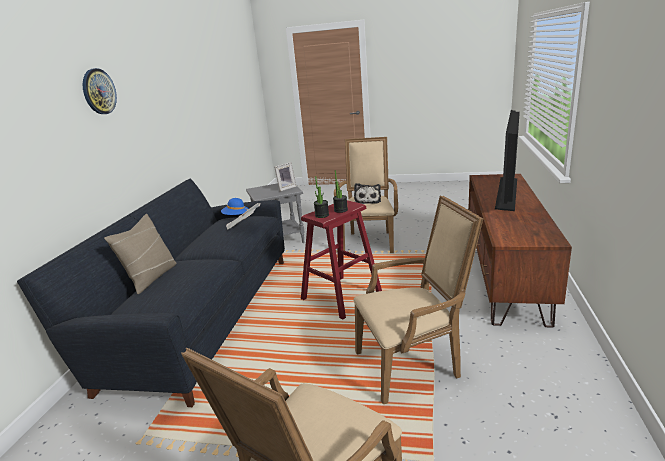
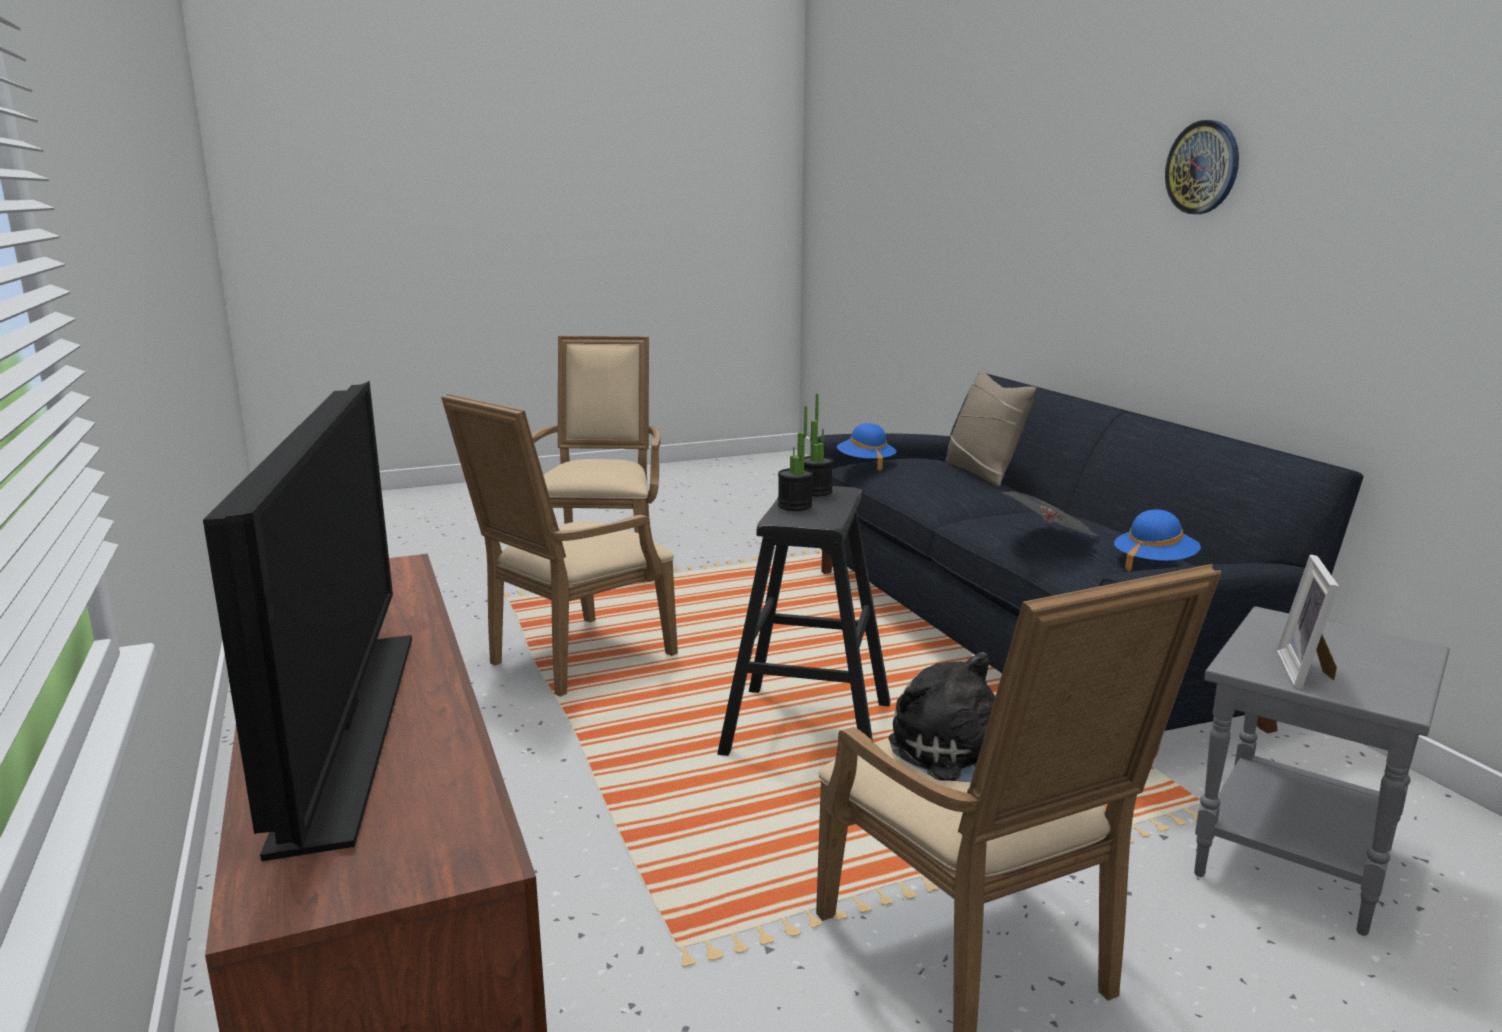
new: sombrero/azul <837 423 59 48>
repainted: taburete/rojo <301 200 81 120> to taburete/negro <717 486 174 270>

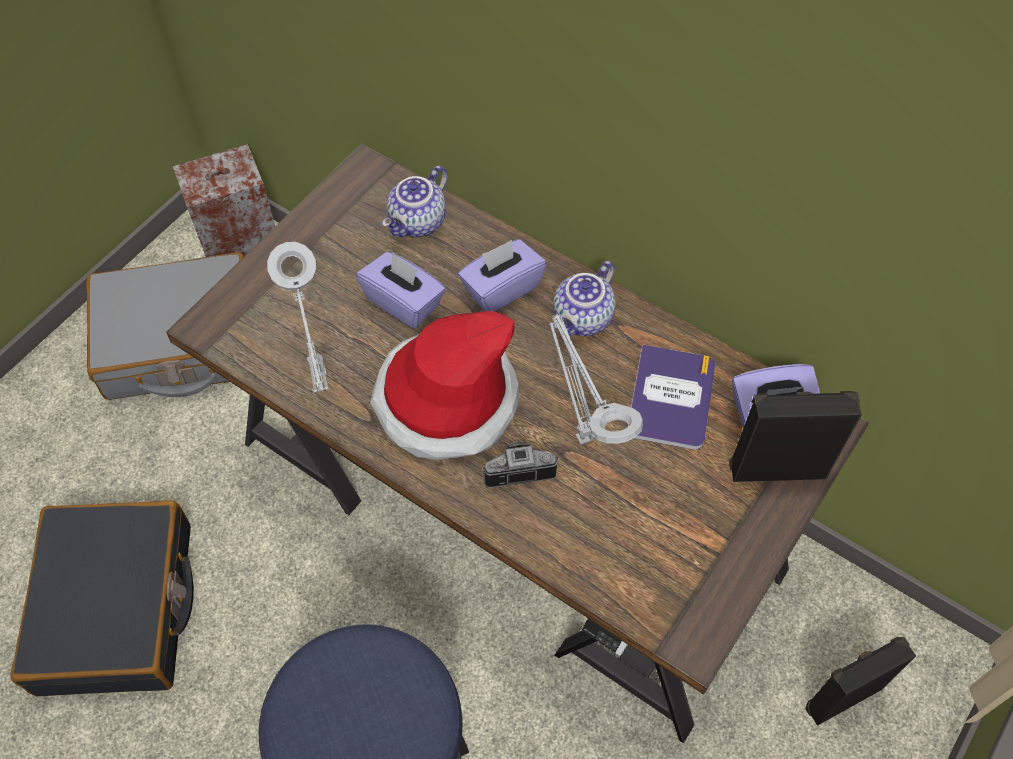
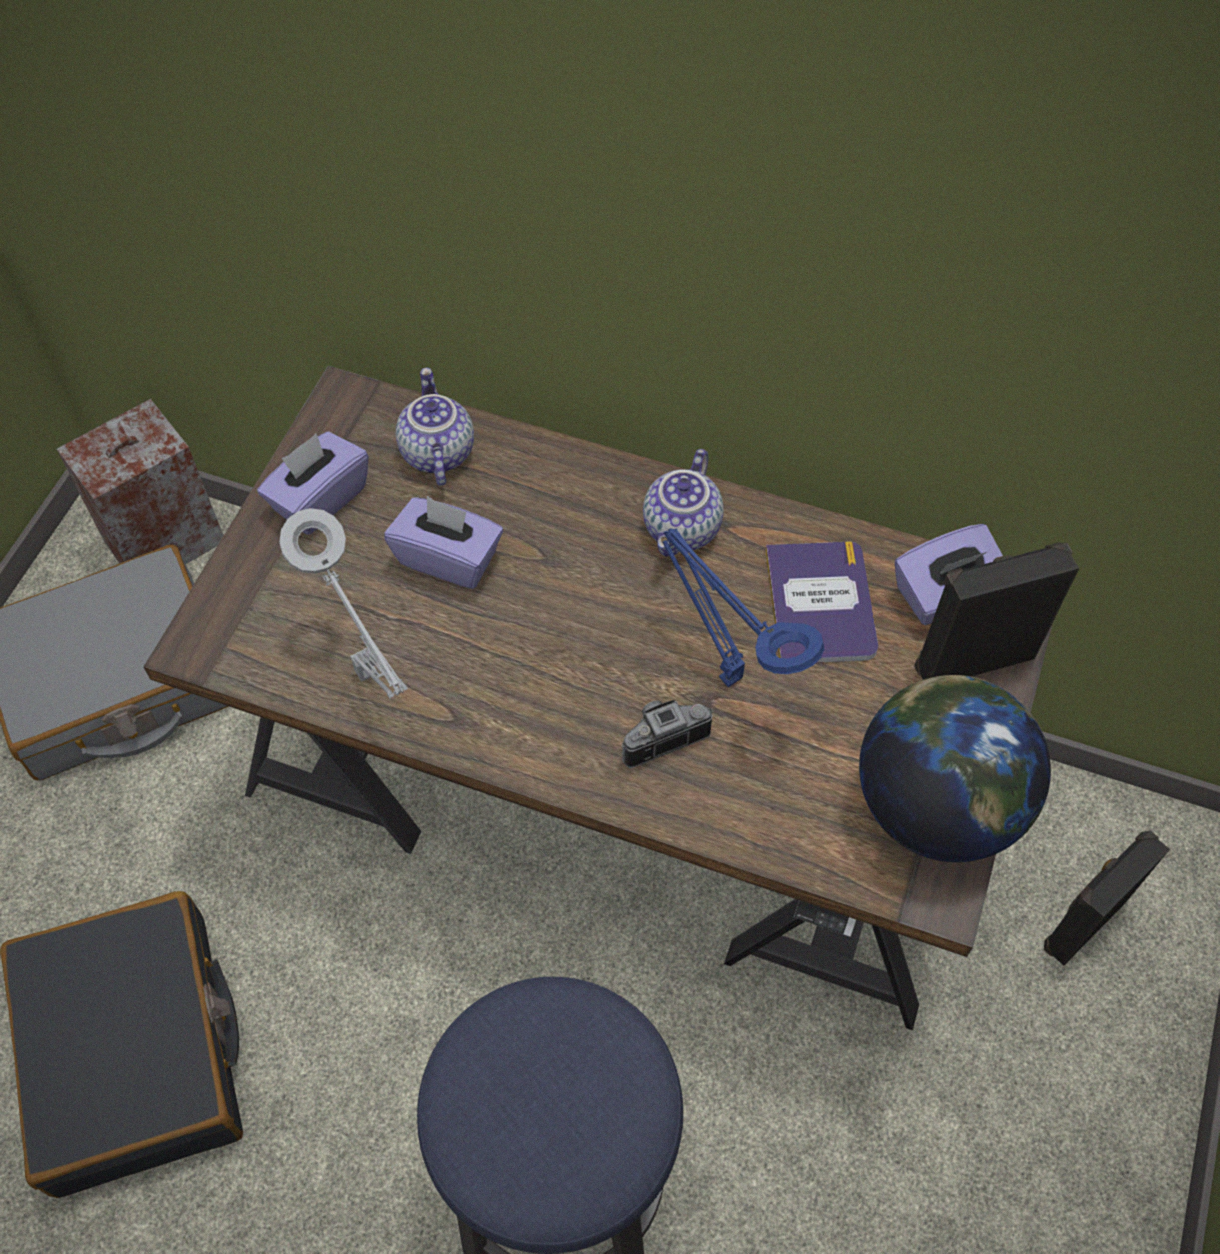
gone: sombrero <370 311 149 149>
new: globo terráqueo <859 675 192 187>
shifted: caja de pañuelos/morado <458 239 88 73> to <257 431 112 104>
repainted: lámpara de mesa/gris <549 314 94 131> to lámpara de mesa/azul <662 529 162 158>
rotated: tetera <382 166 66 71> = <396 368 78 118> 150 degrees clockwise

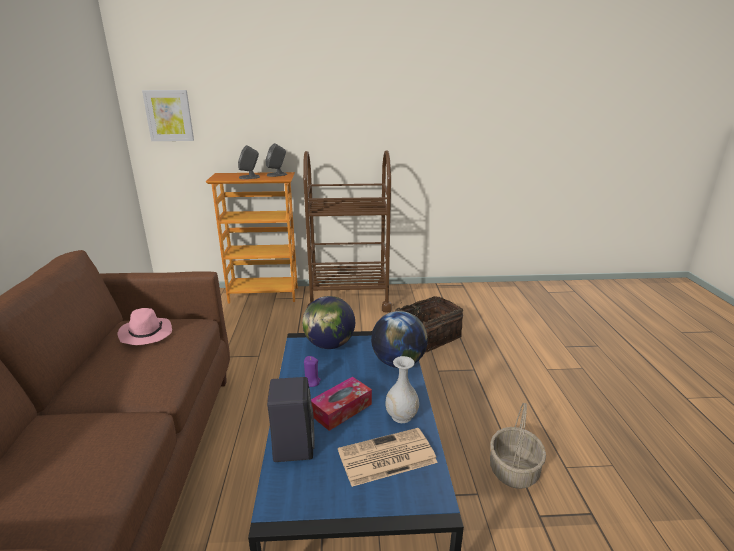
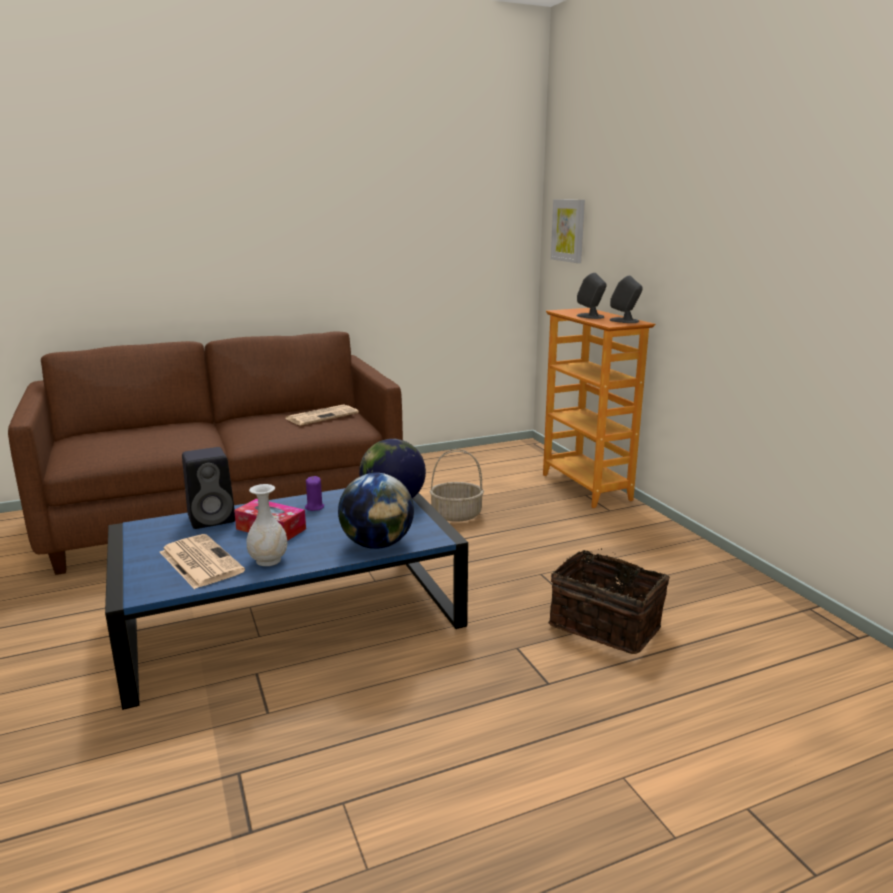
gone: carrito/marrón <303 150 89 163>
shifted: cesta <490 403 56 86> to <430 449 54 73>
swapped: sombrero/rosa <118 308 54 37> to periódico <285 404 74 21>

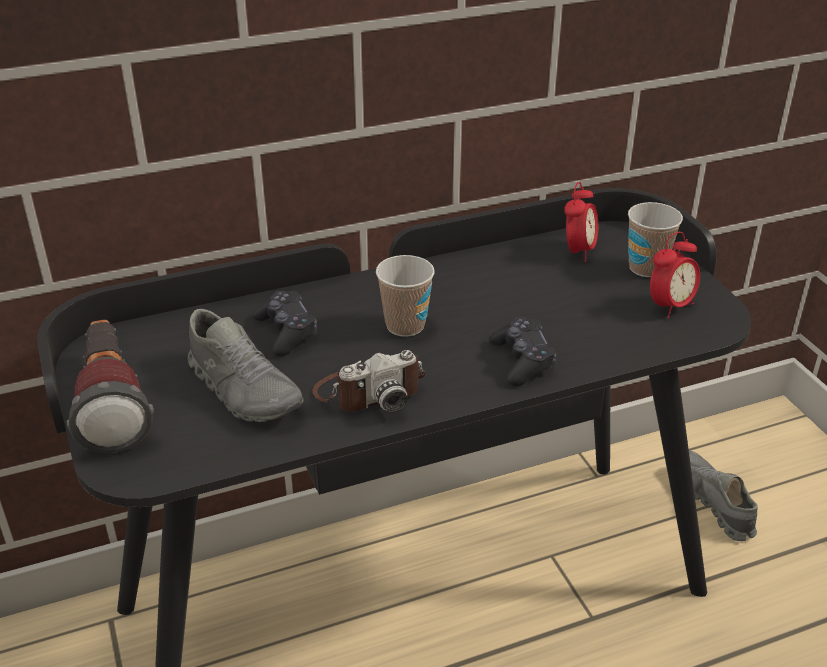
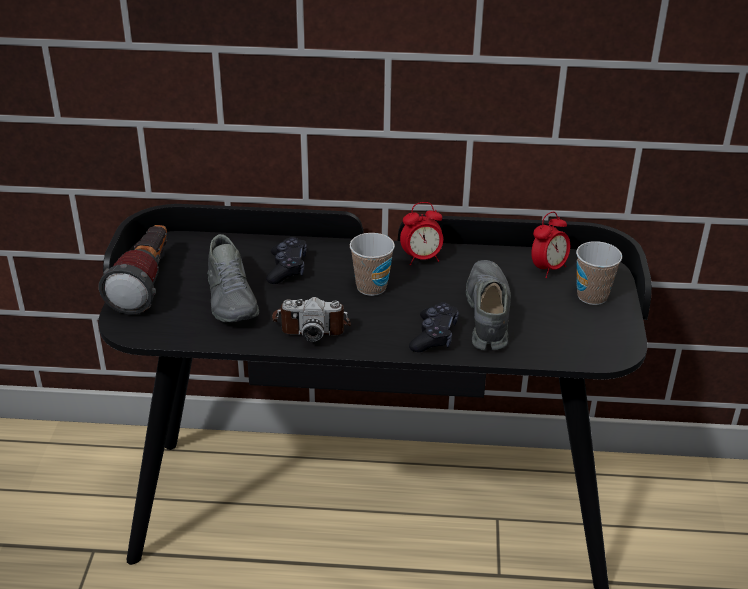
shifted: despertador <650 232 50 86> to <400 202 43 63>; zapato/gris <689 451 69 90> to <466 260 45 90>

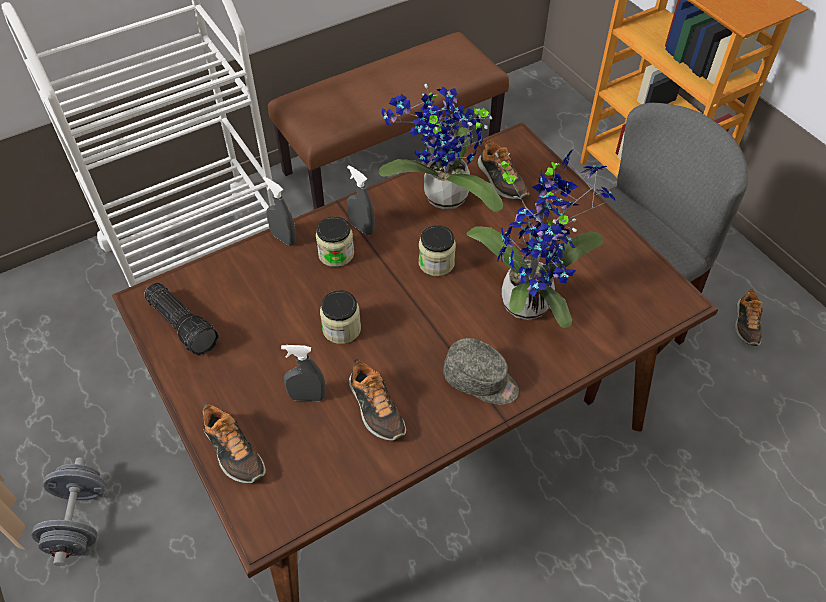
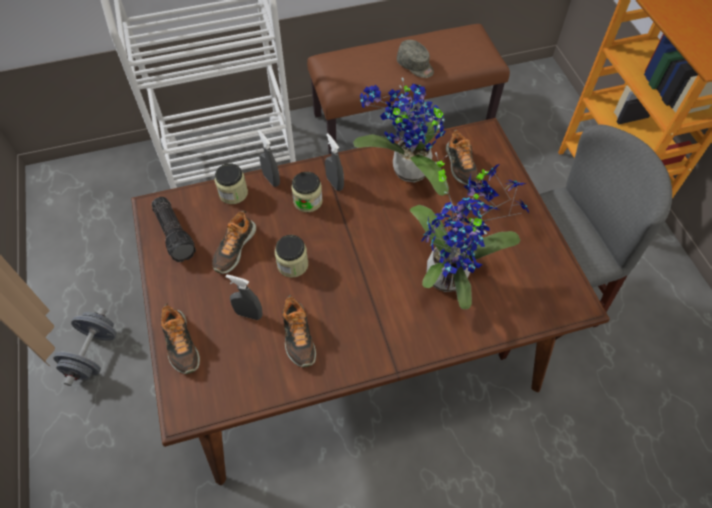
shifted: tarro <419 225 37 51> to <215 163 33 41>; zapato <735 289 28 57> to <213 211 43 63>; gorra/gris <443 338 76 67> to <397 40 37 38>

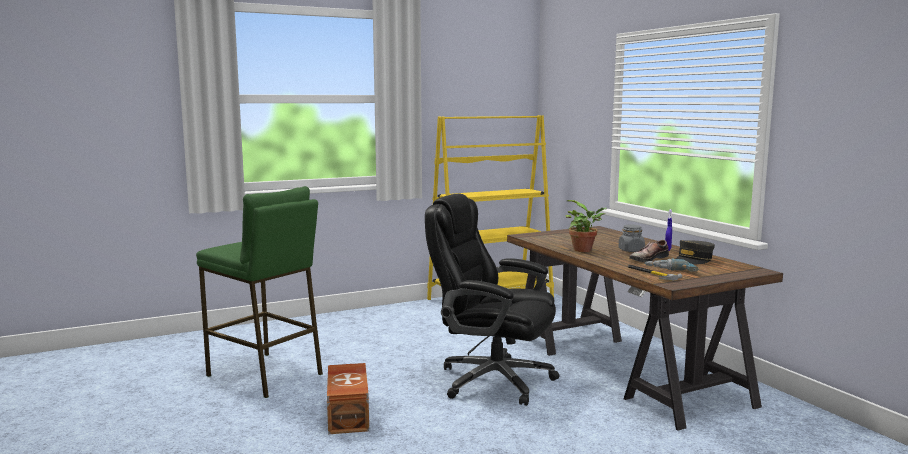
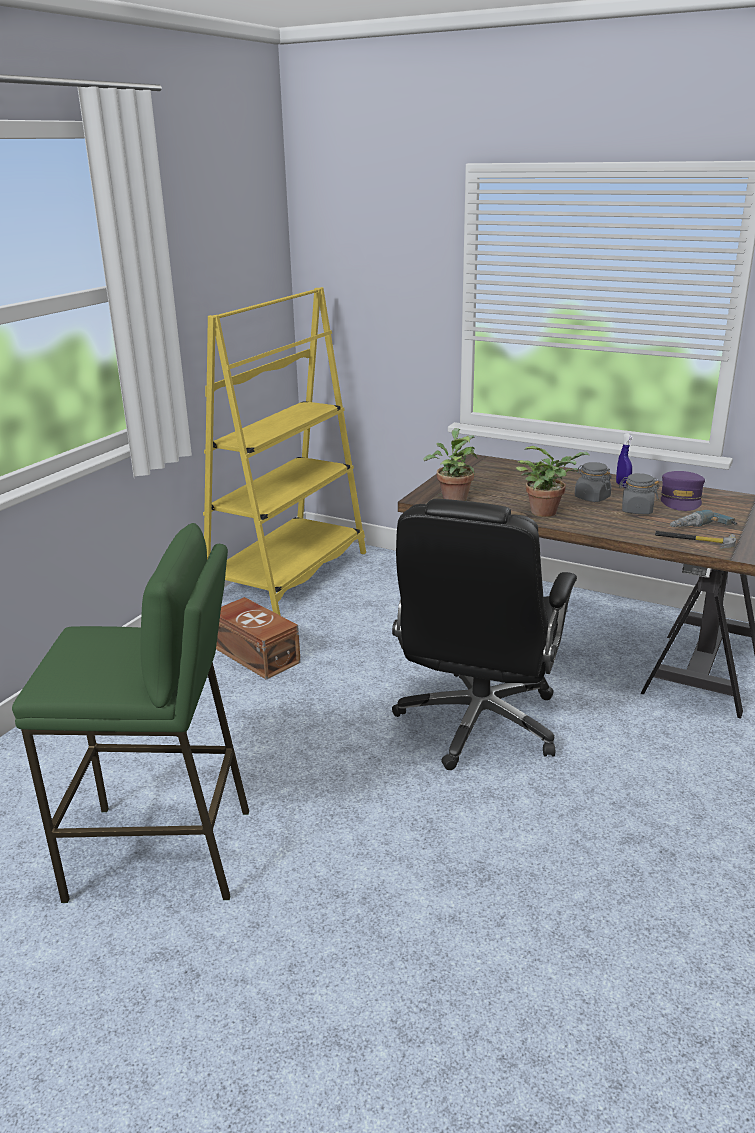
new: planta en maceta <423 428 55 73>
shifted: caja de almacenaje/marrón <327 363 42 71> to <216 597 85 83>
swapped: zapato <629 240 40 22> to tarro/gris <619 473 40 41>
repainted: gorra/gris <676 240 39 24> to gorra/morado <661 471 44 40>
rotated: silla de oficina/negro <425 194 135 212> = <392 499 185 271> 60 degrees counterclockwise

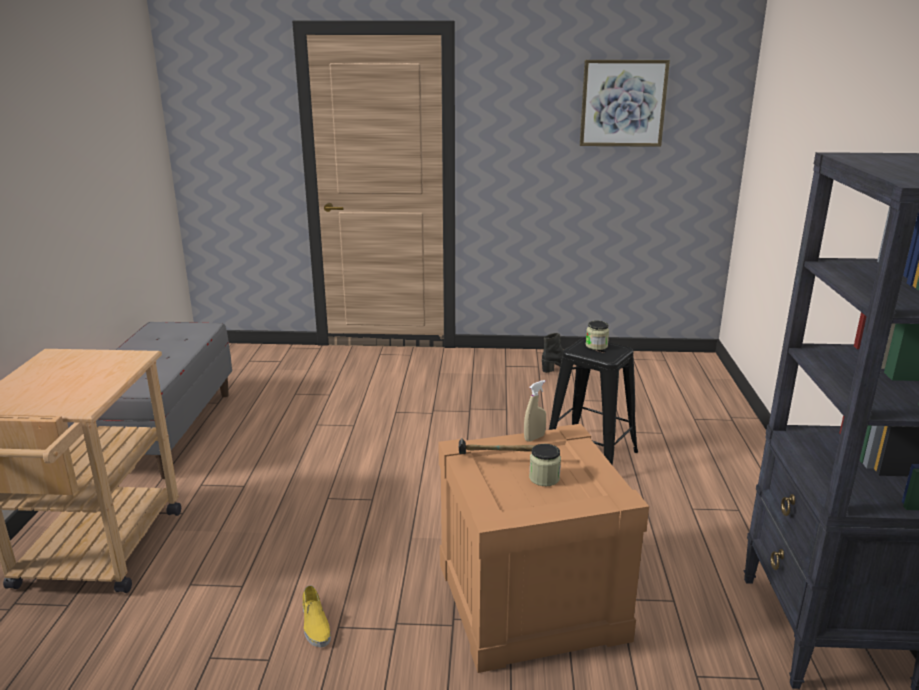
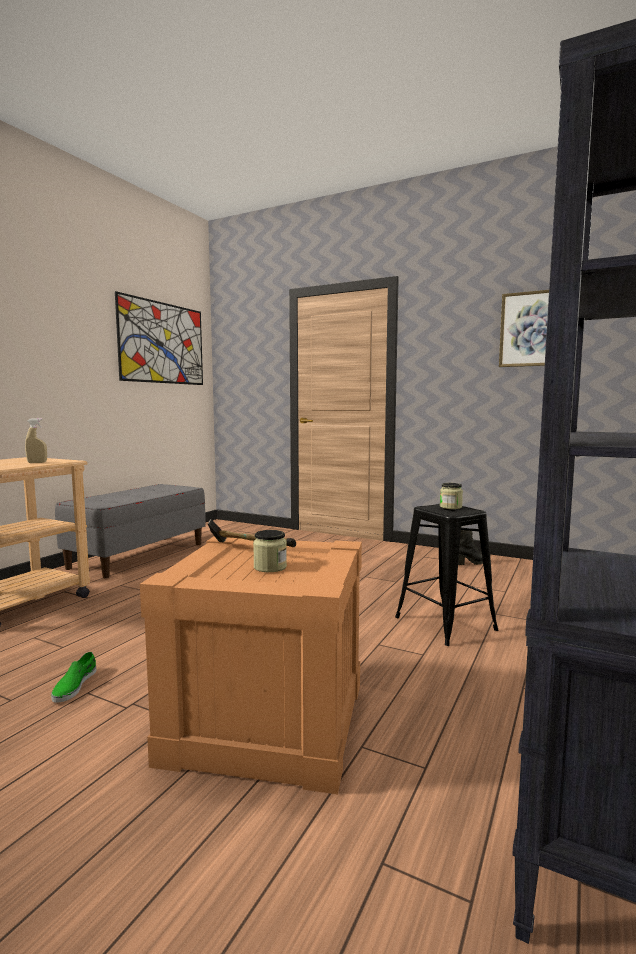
new: cuadro <115 291 88 94>
shifted: pulverizador/beis <524 380 22 62> to <25 418 22 45>
repainted: zapato/amarillo <303 586 28 61> to zapato/verde <51 652 45 51>

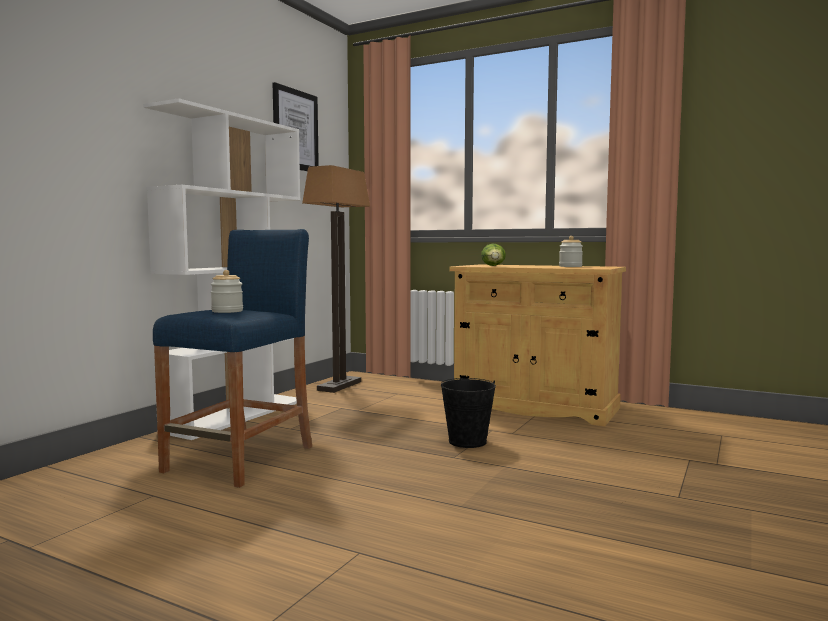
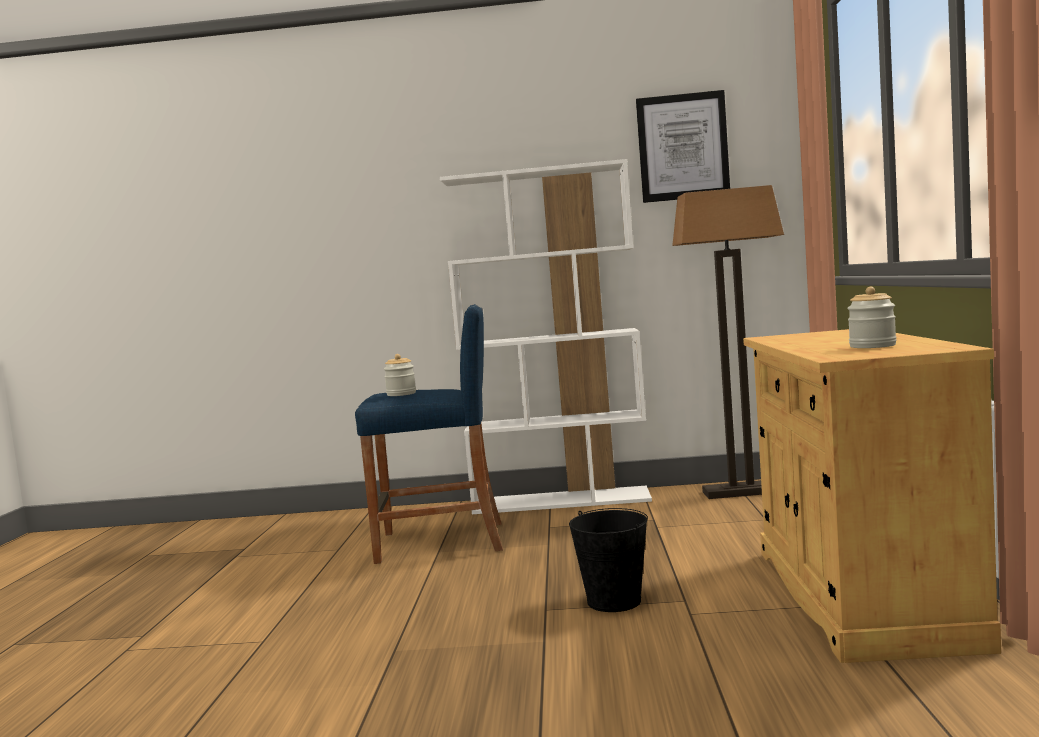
gone: lechuga <481 244 25 22>

